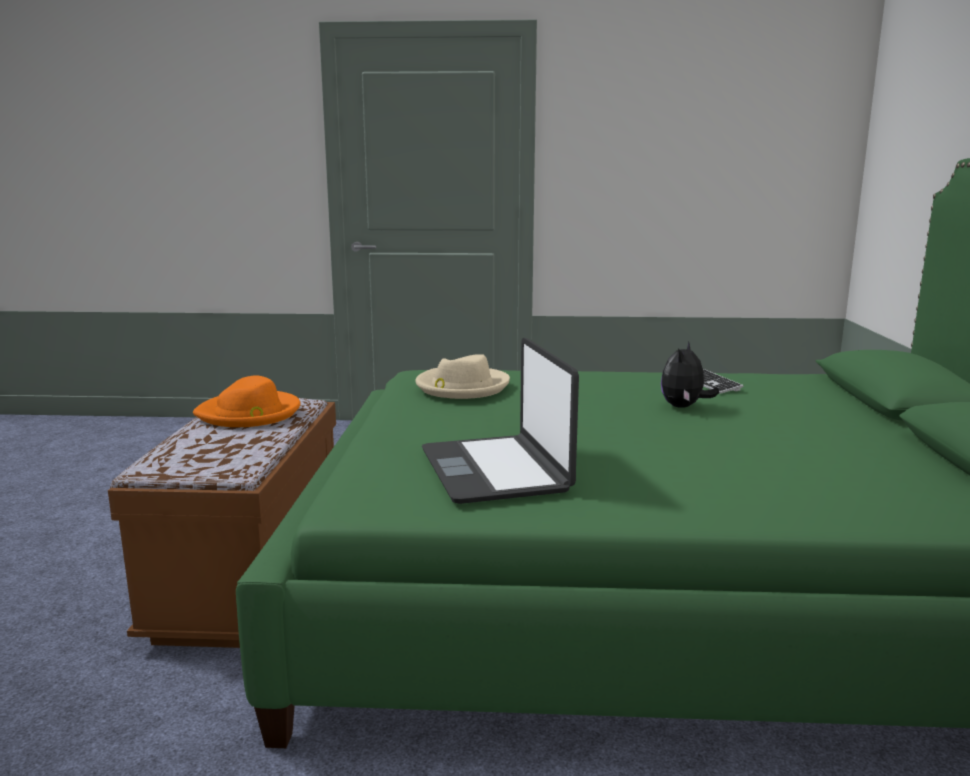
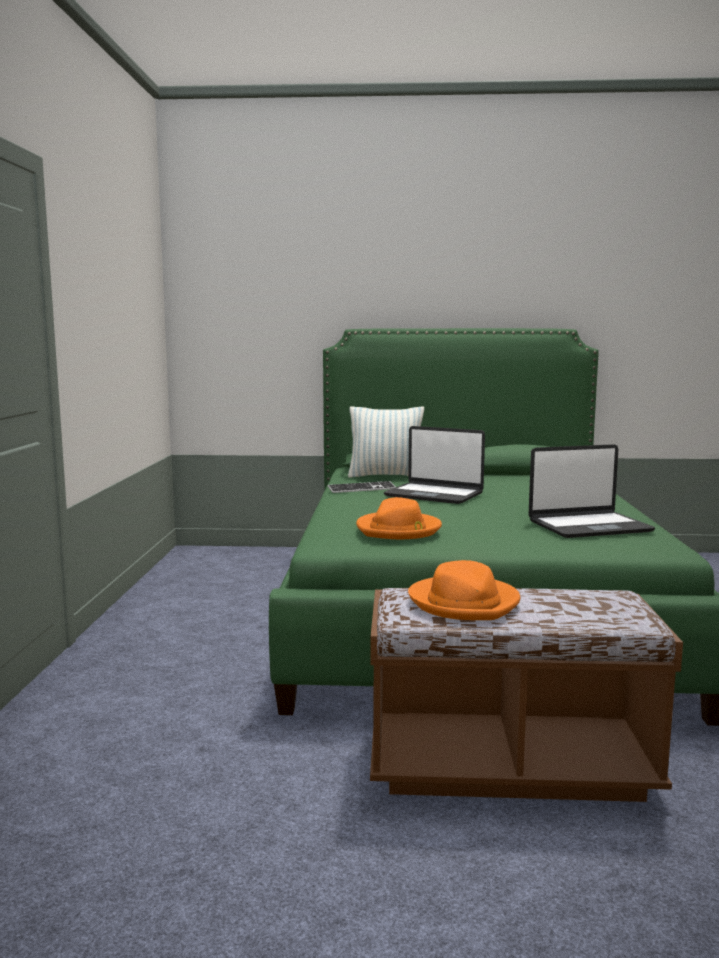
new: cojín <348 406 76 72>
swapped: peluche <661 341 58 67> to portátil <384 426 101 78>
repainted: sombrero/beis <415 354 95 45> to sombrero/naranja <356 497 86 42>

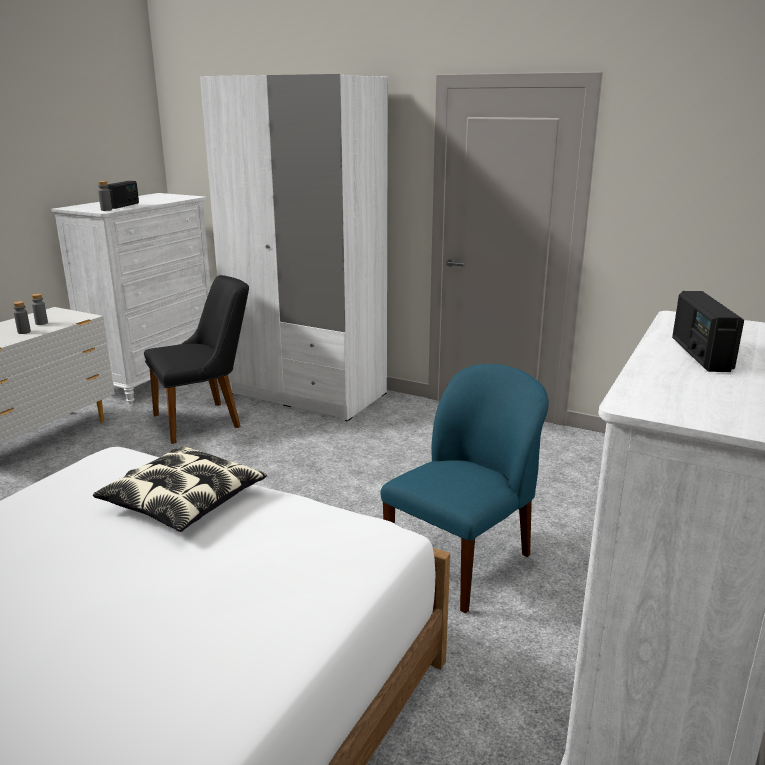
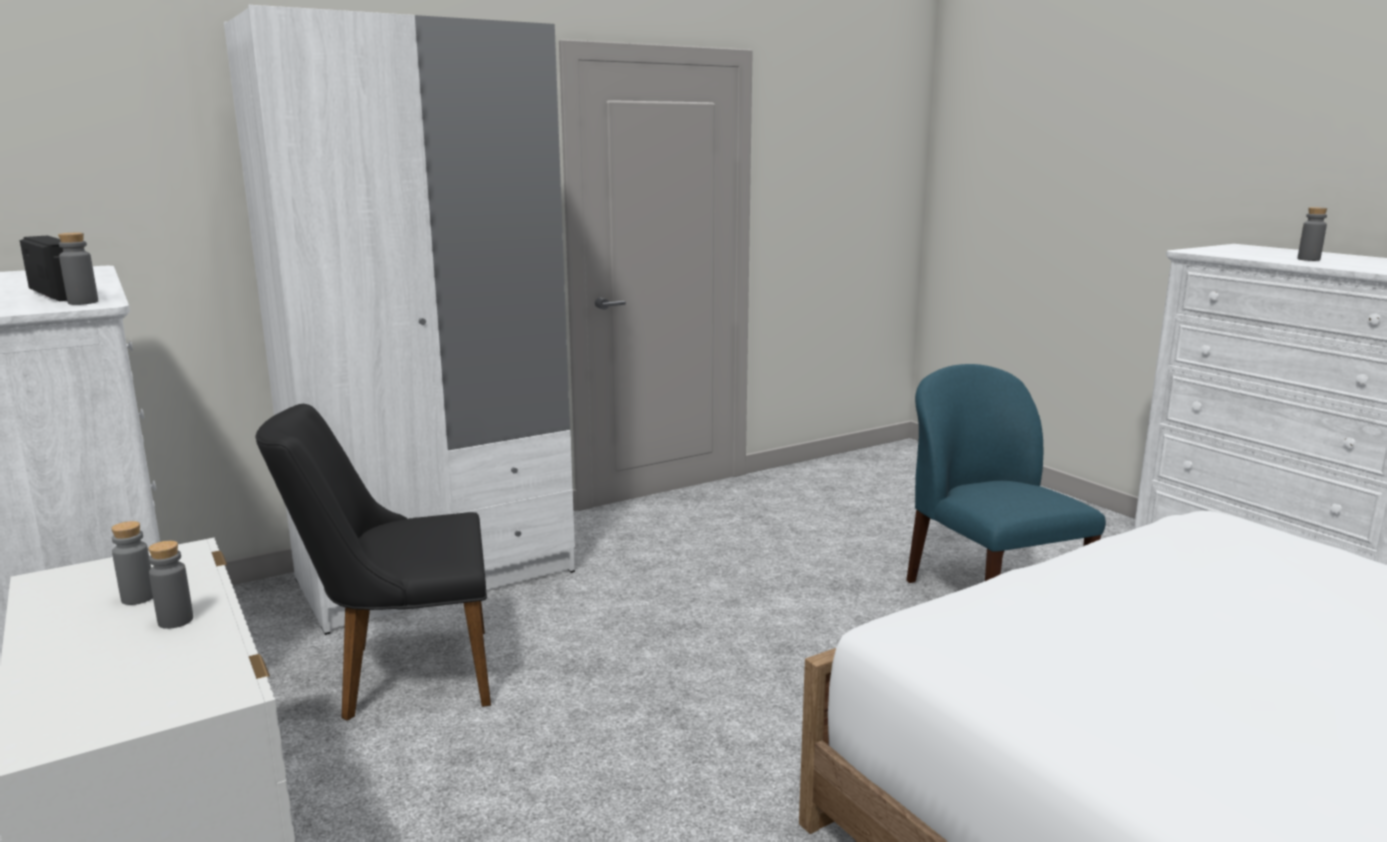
gone: cojín <93 446 174 86>
swapped: radio <672 291 72 81> to botella/gris <1297 207 30 54>
rotated: silla/negro <144 275 105 169> = <256 404 235 317> 105 degrees counterclockwise

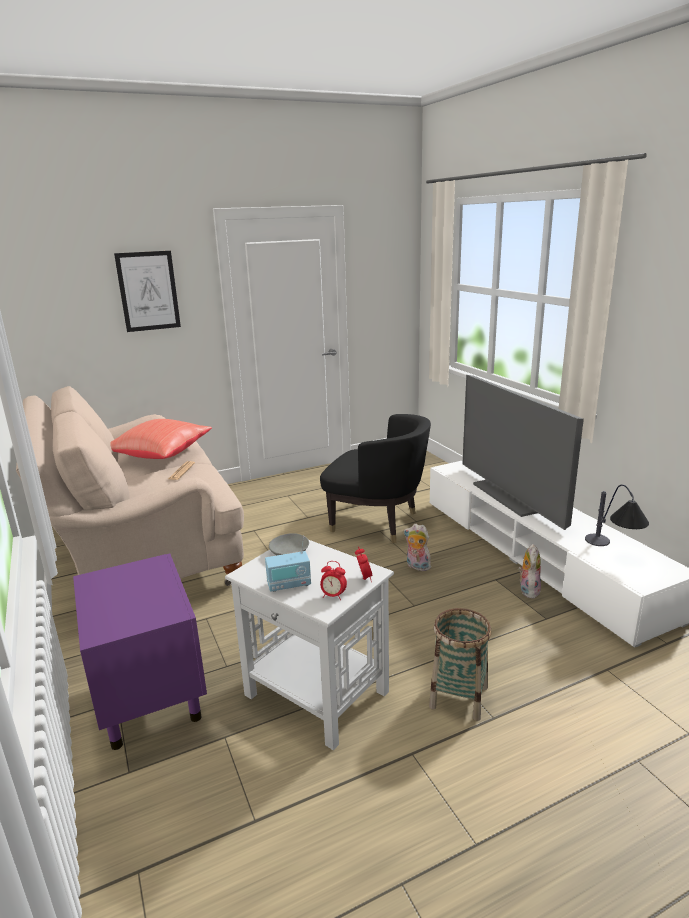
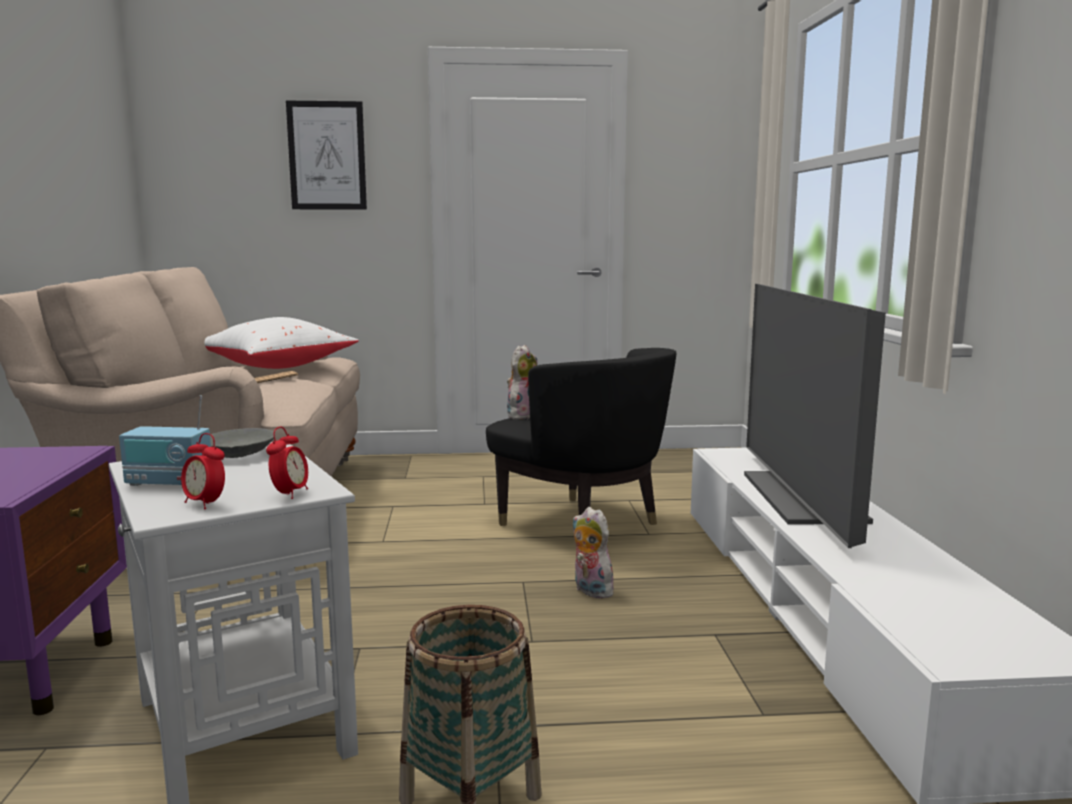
gone: lámpara de mesa <585 485 64 61>
shifted: peluche <518 544 23 55> to <507 345 30 74>
repainted: cojín/rojo <110 419 102 40> to cojín/blanco <205 317 153 52>

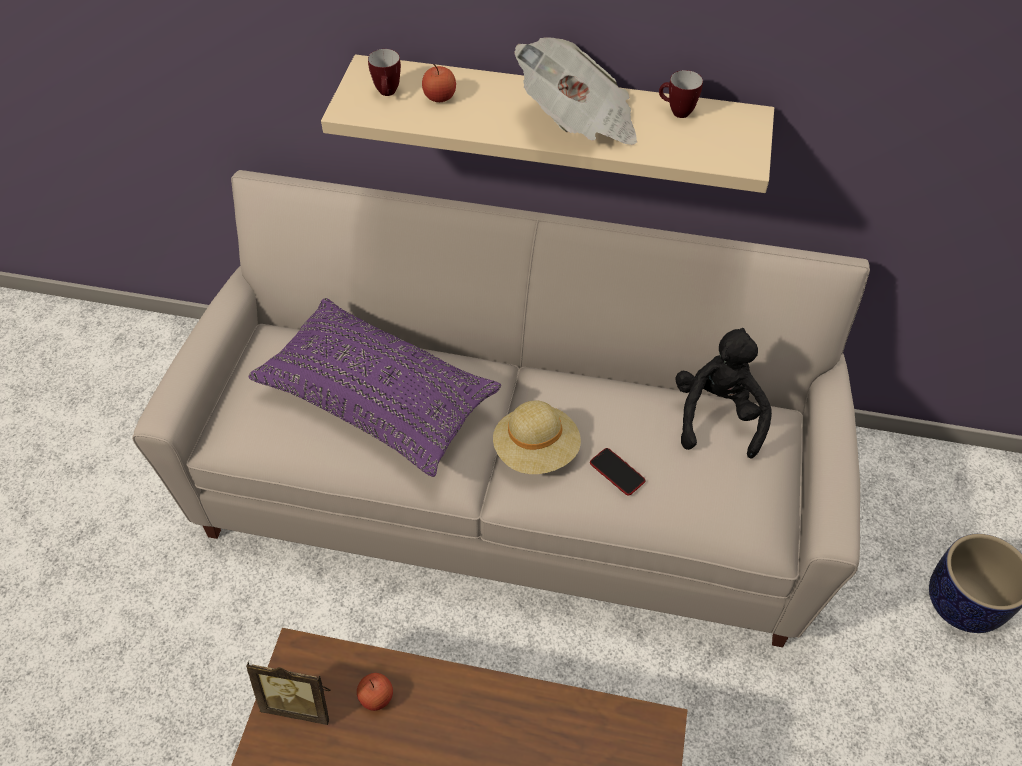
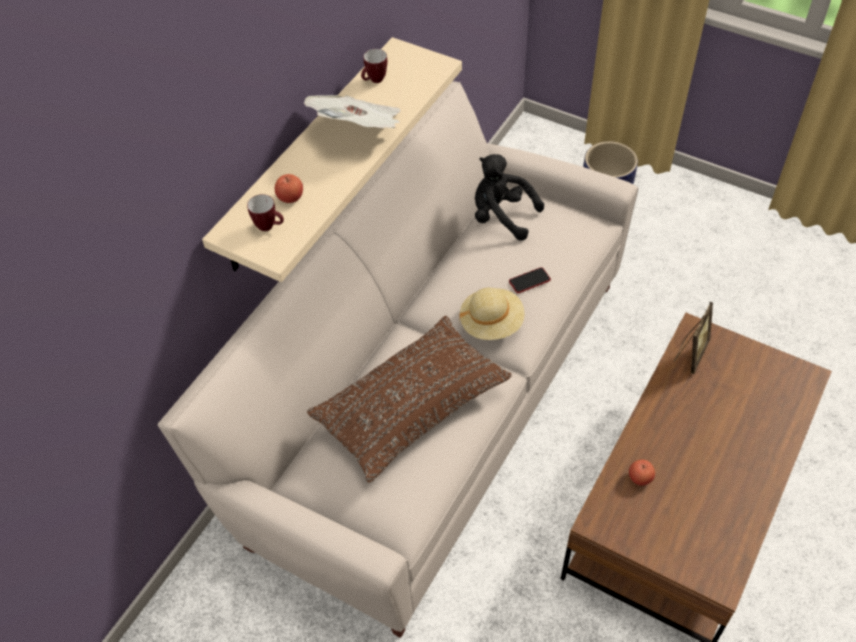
shifted: portarretratos <246 662 84 63> to <674 302 39 72>
repainted: cojín/morado <249 298 252 179> to cojín/marrón <307 316 205 167>

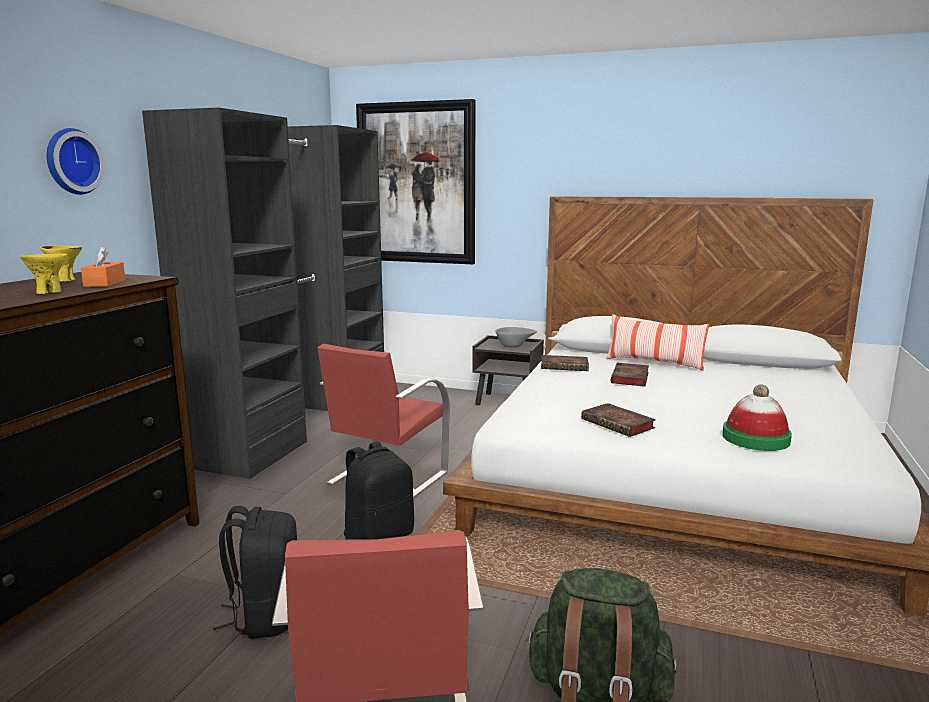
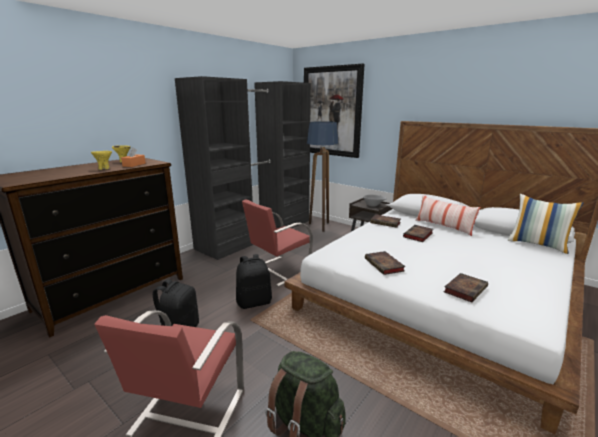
gone: reloj de pared <47 128 58 67>
new: lámpara de pie <307 121 32 111>; cojín <508 194 75 60>
swapped: sombrero <722 385 70 66> to libro <444 273 44 29>

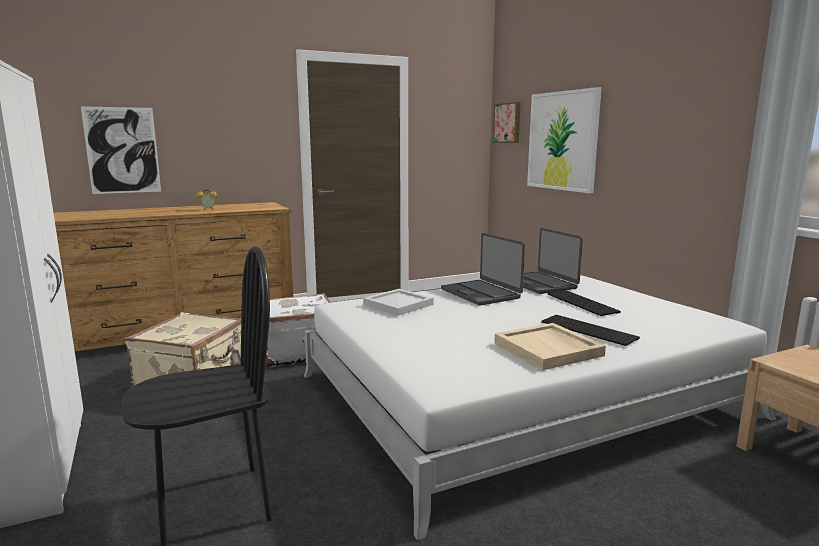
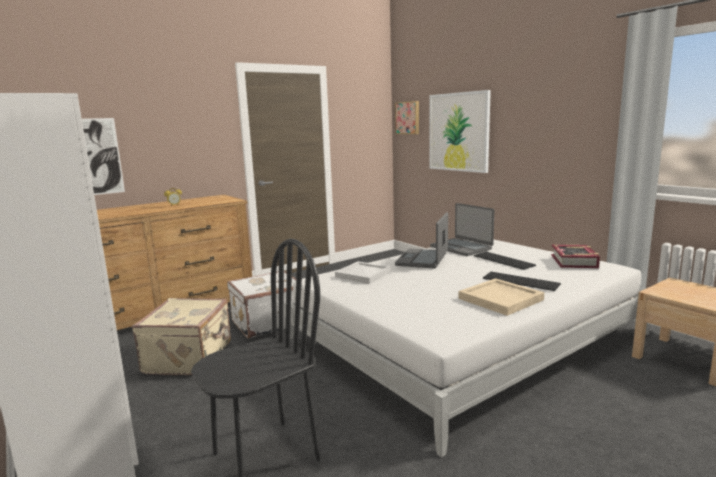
new: libro <551 245 49 23>
rotated: portátil <441 233 84 73> = <395 212 53 56> 60 degrees clockwise

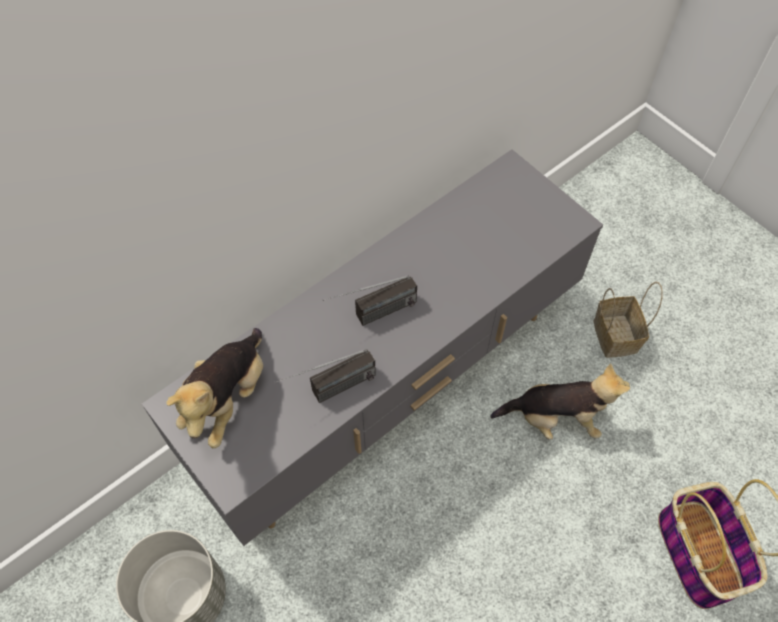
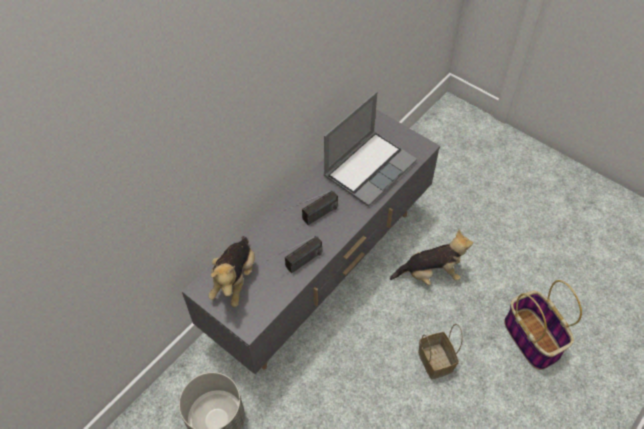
new: portátil <324 92 93 115>
shifted: cesta <594 281 69 77> to <418 324 45 55>

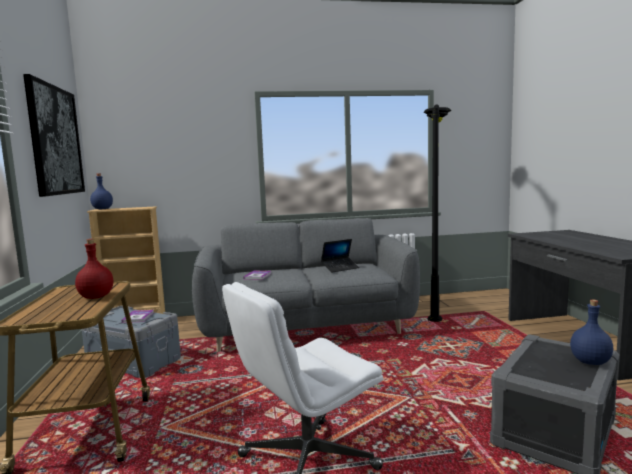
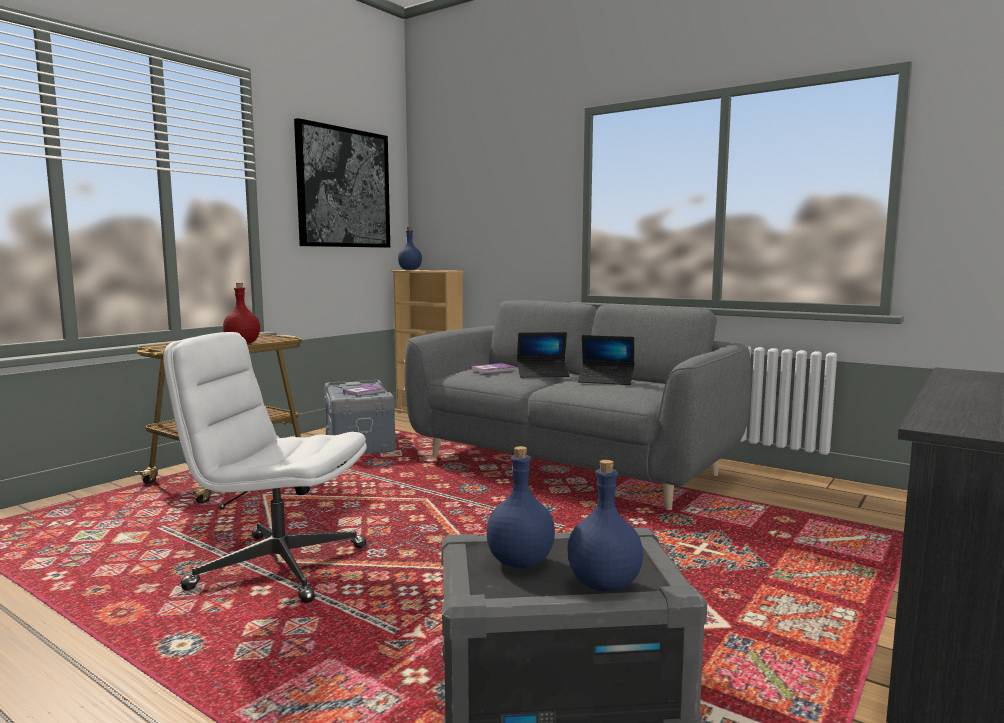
gone: lámpara de pie/negro <423 104 29 218>
new: portátil <517 332 53 46>; botella/azul <486 446 69 122>

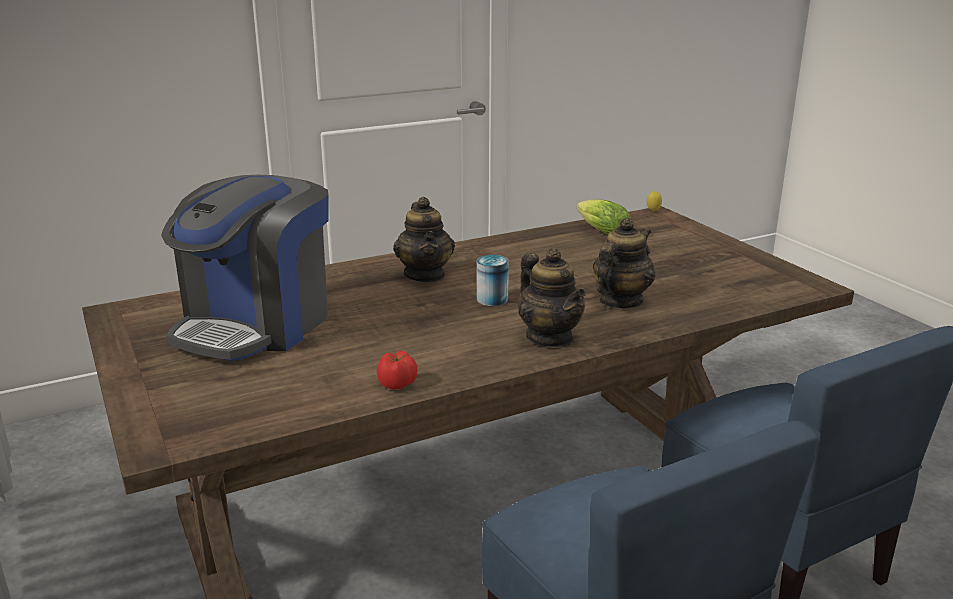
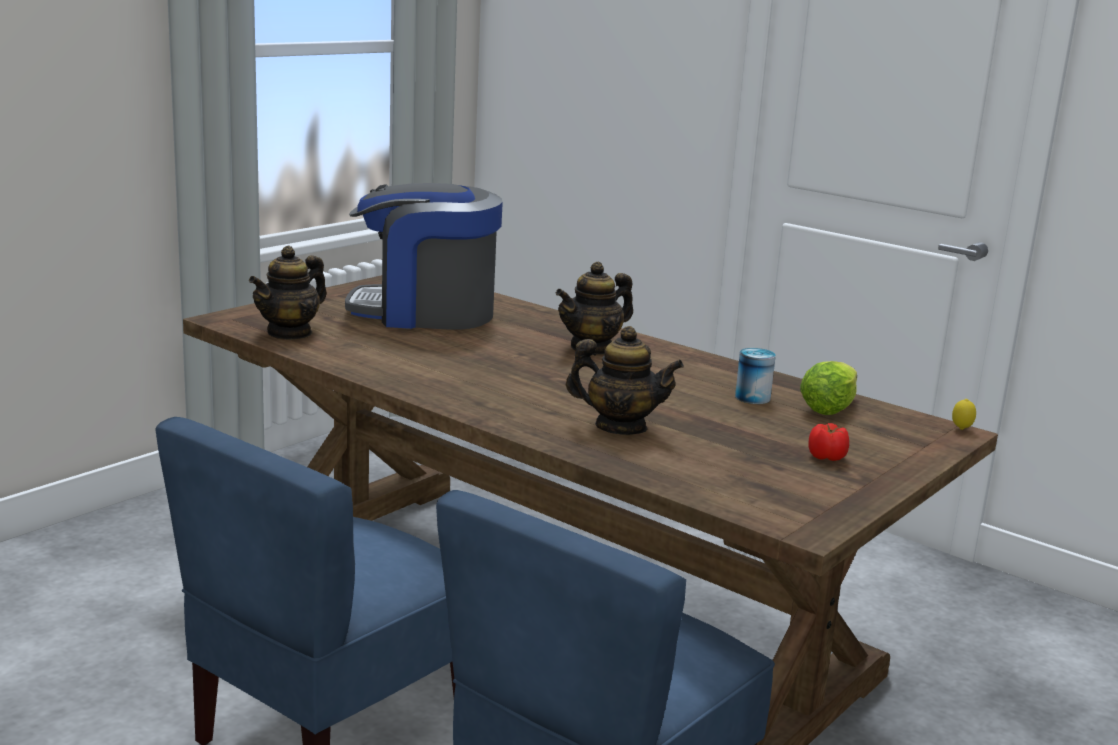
shifted: tetera <518 248 68 99> to <249 246 78 94>; lata <477 255 32 51> to <735 348 41 56>; tomate <377 351 41 39> to <809 423 40 38>

